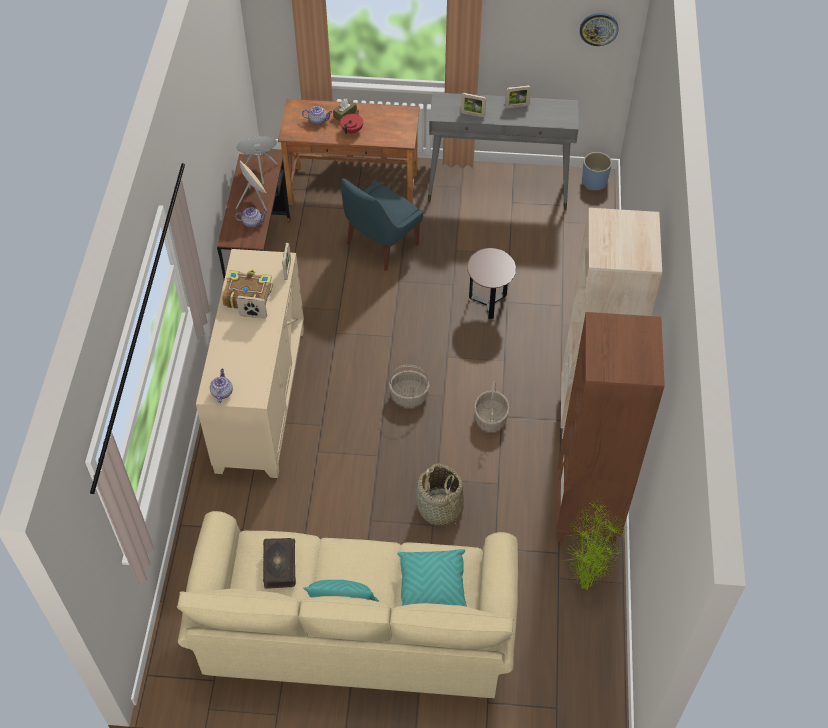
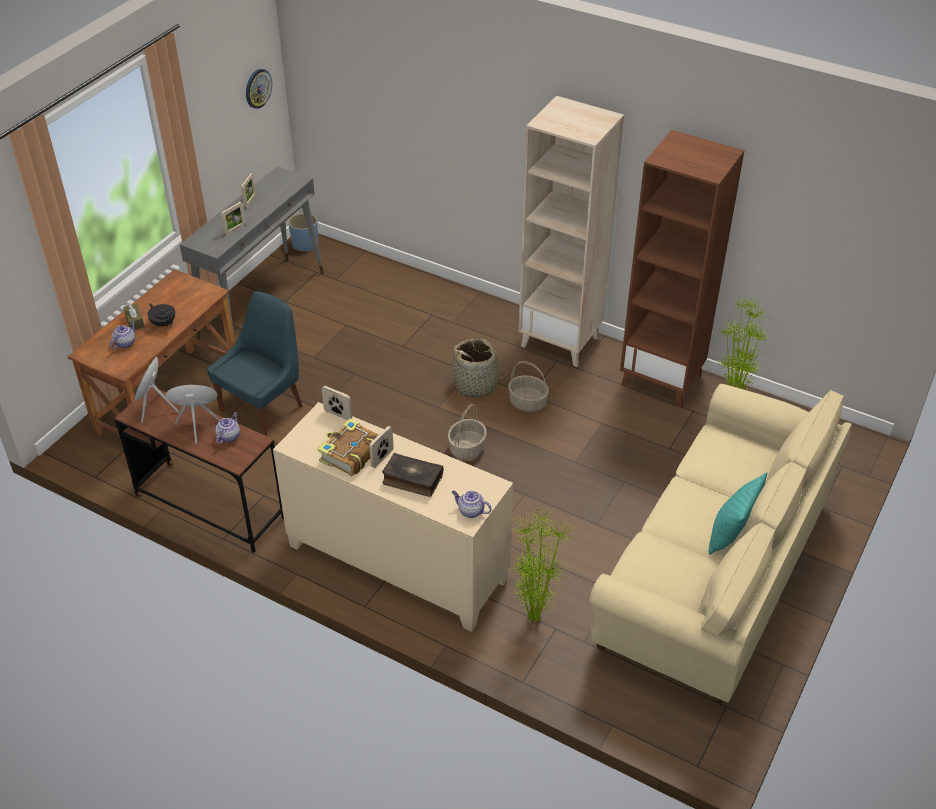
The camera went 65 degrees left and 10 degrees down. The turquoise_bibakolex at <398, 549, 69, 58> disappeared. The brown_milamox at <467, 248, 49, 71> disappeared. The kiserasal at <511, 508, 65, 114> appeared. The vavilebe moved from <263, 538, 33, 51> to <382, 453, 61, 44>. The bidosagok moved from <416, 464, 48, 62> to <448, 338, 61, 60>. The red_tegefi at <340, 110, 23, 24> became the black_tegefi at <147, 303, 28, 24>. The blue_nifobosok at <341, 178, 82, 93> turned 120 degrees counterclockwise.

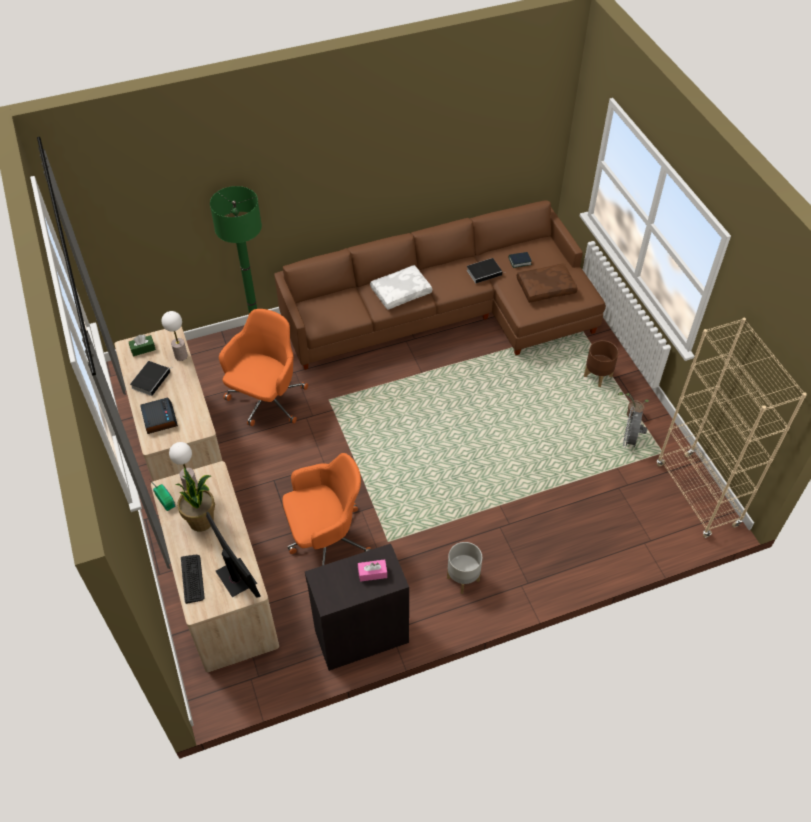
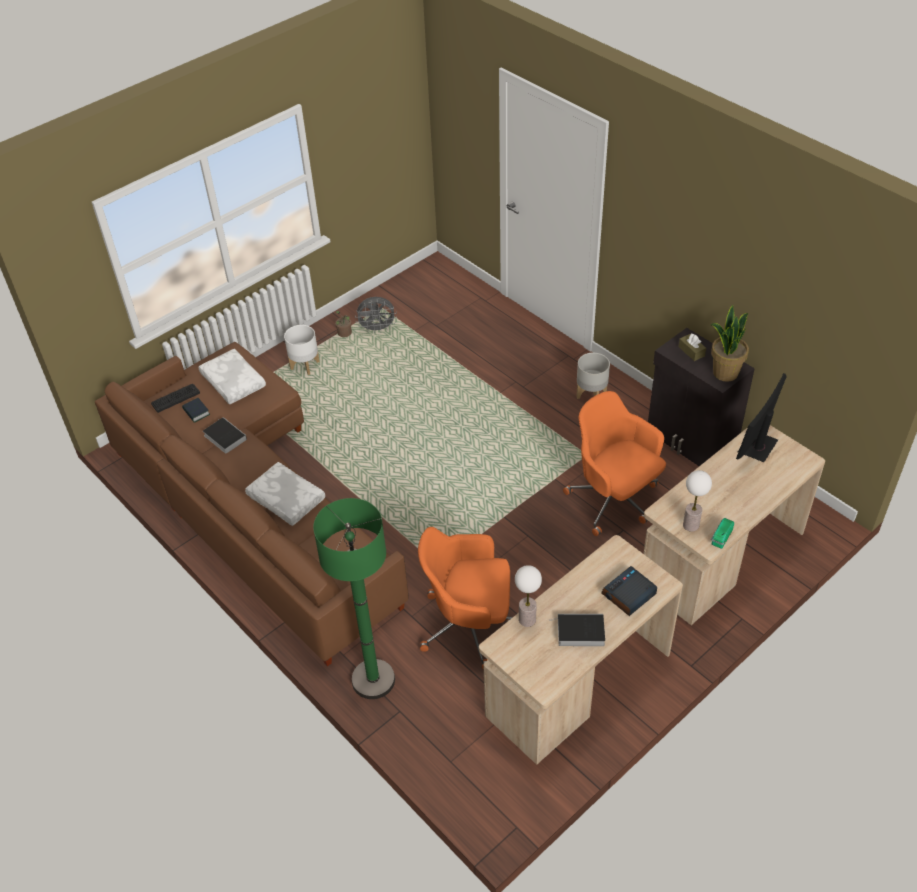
The camera went 110 degrees left and 5 degrees down. The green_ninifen at <129, 335, 27, 21> disappeared. The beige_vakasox at <657, 318, 150, 220> disappeared. The kiserasal moved from <176, 467, 39, 64> to <710, 305, 39, 77>. The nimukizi moved from <181, 555, 24, 49> to <151, 384, 49, 29>. The pink_ninifen at <358, 559, 29, 23> became the brown_ninifen at <678, 334, 28, 27>. The brown_bibakolex at <517, 263, 61, 40> became the white_bibakolex at <199, 349, 67, 56>. The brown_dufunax at <584, 340, 35, 47> became the white_dufunax at <284, 325, 36, 50>.

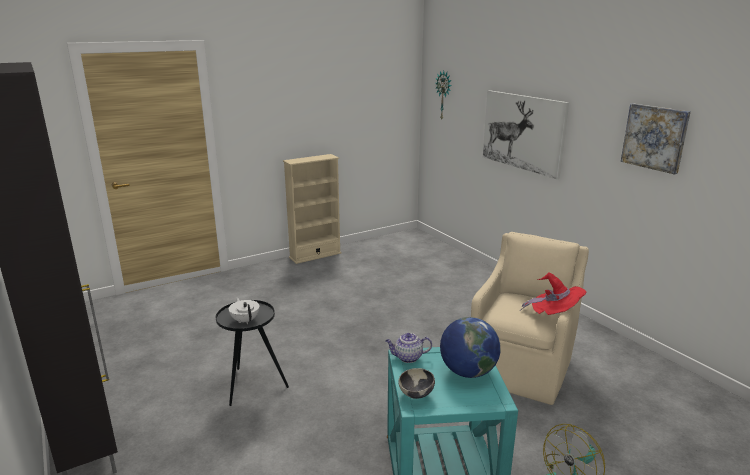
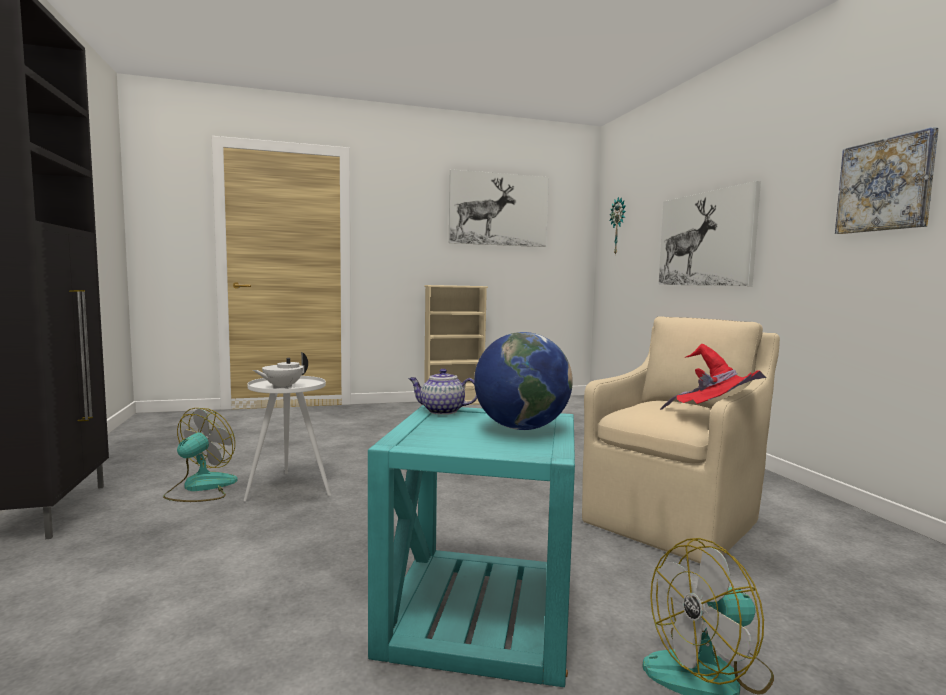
The camera went 15 degrees right and 15 degrees down. The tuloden at <398, 368, 37, 31> disappeared. The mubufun at <163, 408, 75, 94> appeared. The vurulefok at <449, 169, 100, 78> appeared. The black_milamox at <216, 300, 73, 106> became the white_milamox at <244, 376, 87, 125>. The white_tegefi at <229, 297, 31, 27> turned 120 degrees counterclockwise.

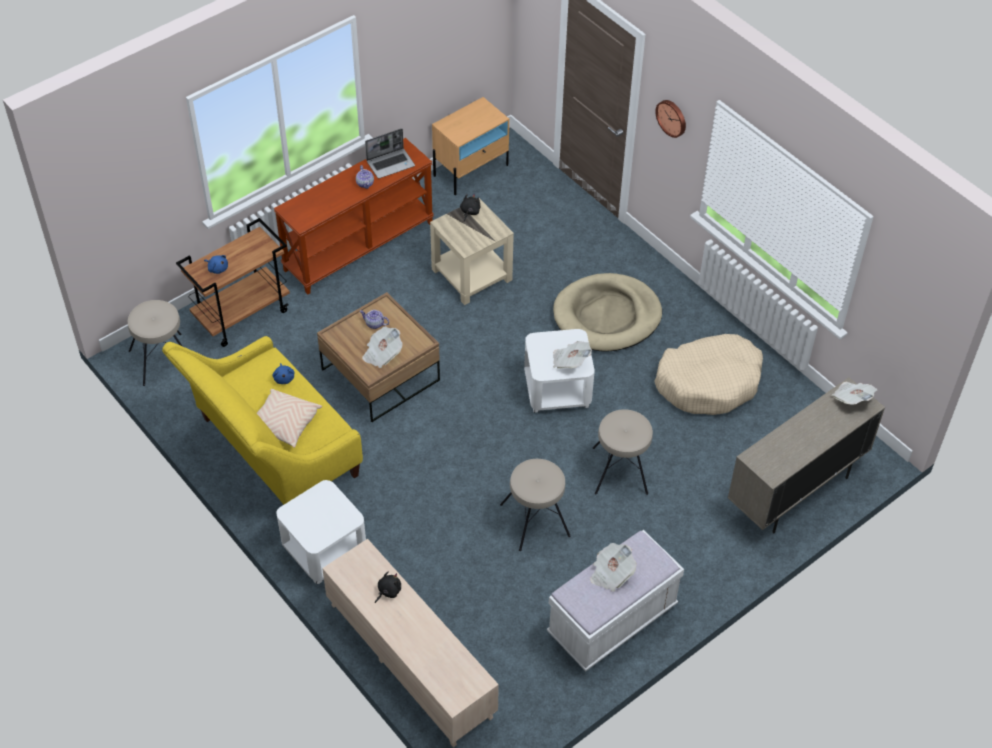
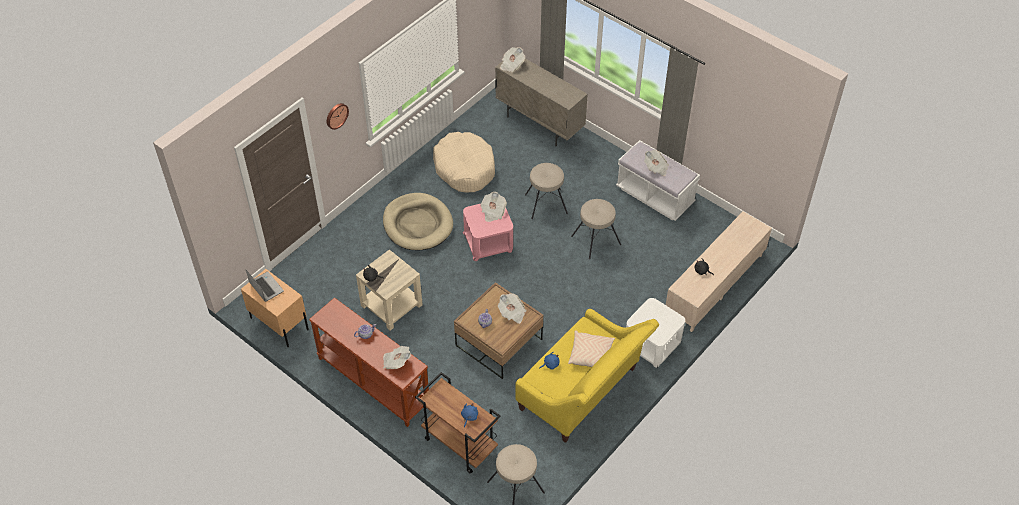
The camera went 100 degrees left and 0 degrees up. The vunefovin at <383, 346, 28, 23> appeared. The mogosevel moved from <365, 129, 50, 50> to <246, 270, 38, 32>. The white_milamox at <524, 329, 71, 84> became the pink_milamox at <463, 204, 50, 57>.

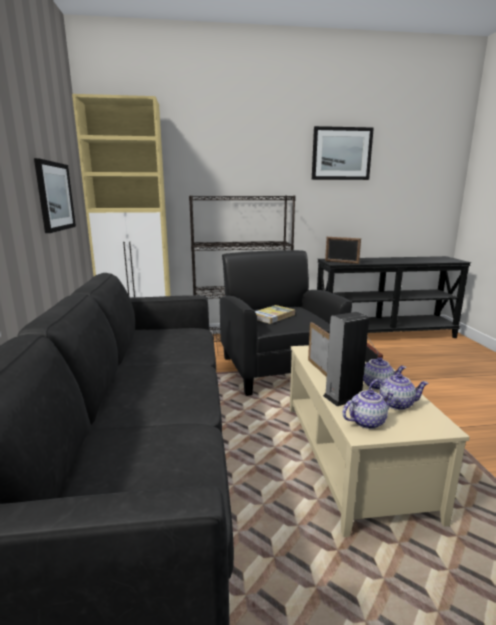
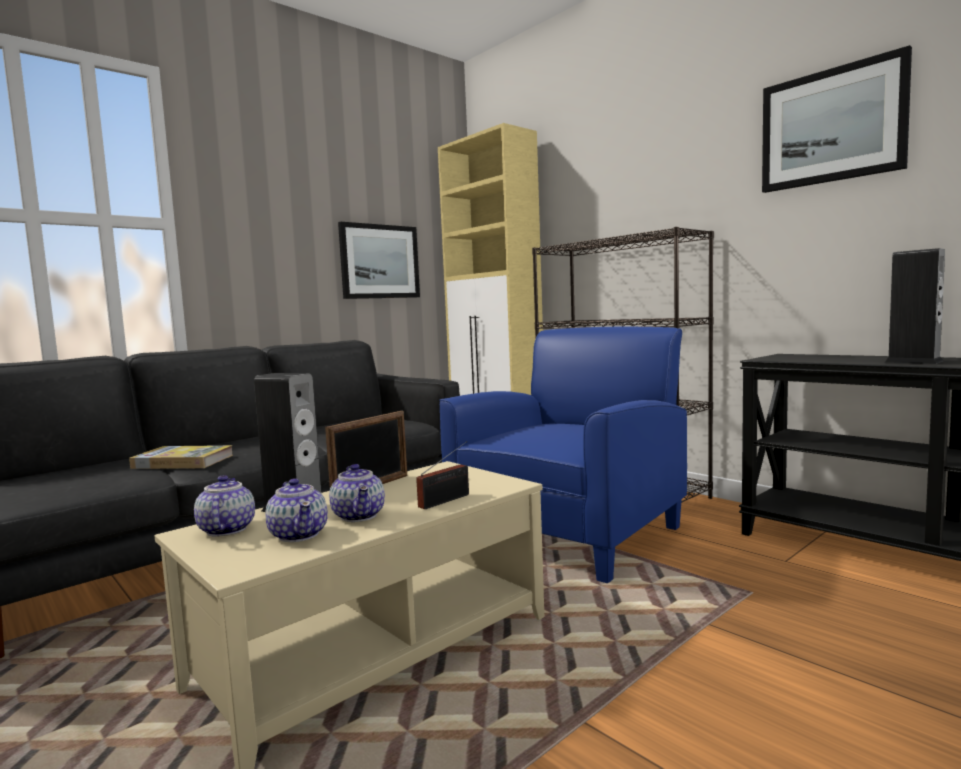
The camera went 55 degrees right and 10 degrees down. The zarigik at <325, 237, 36, 27> disappeared. The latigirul at <885, 248, 60, 116> appeared. The vavilebe moved from <255, 305, 40, 19> to <129, 445, 104, 24>. The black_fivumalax at <220, 250, 132, 146> became the blue_fivumalax at <439, 327, 248, 256>. The tegefi at <343, 389, 52, 40> turned 135 degrees counterclockwise.

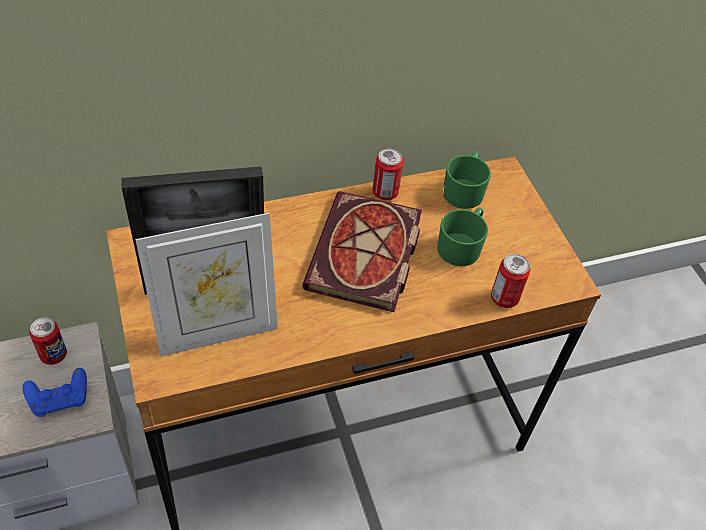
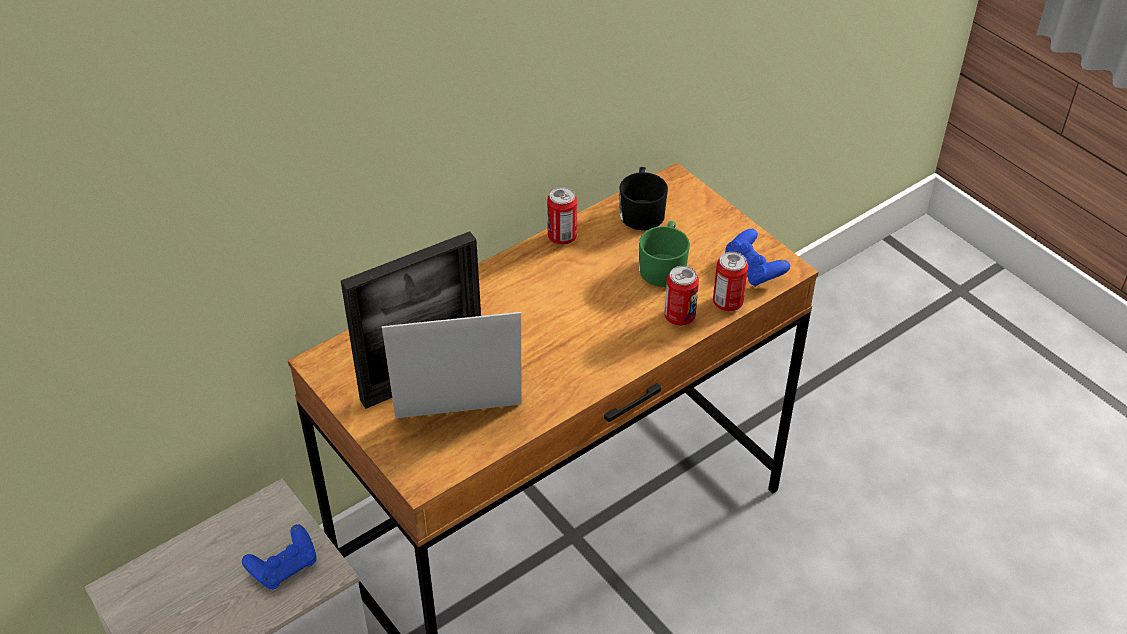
The camera went 15 degrees left and 5 degrees down. The vavilebe at <302, 191, 120, 121> disappeared. The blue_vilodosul at <725, 229, 65, 58> appeared. The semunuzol moved from <29, 318, 38, 47> to <664, 266, 35, 60>. The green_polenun at <443, 151, 48, 58> became the black_polenun at <619, 167, 49, 63>. The zarigik at <135, 213, 143, 143> turned 150 degrees counterclockwise.

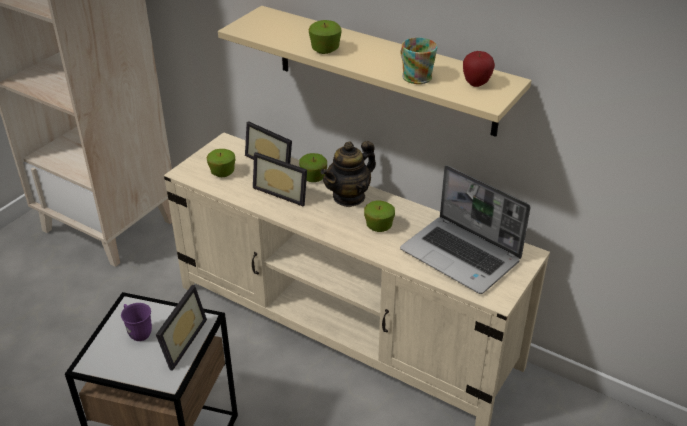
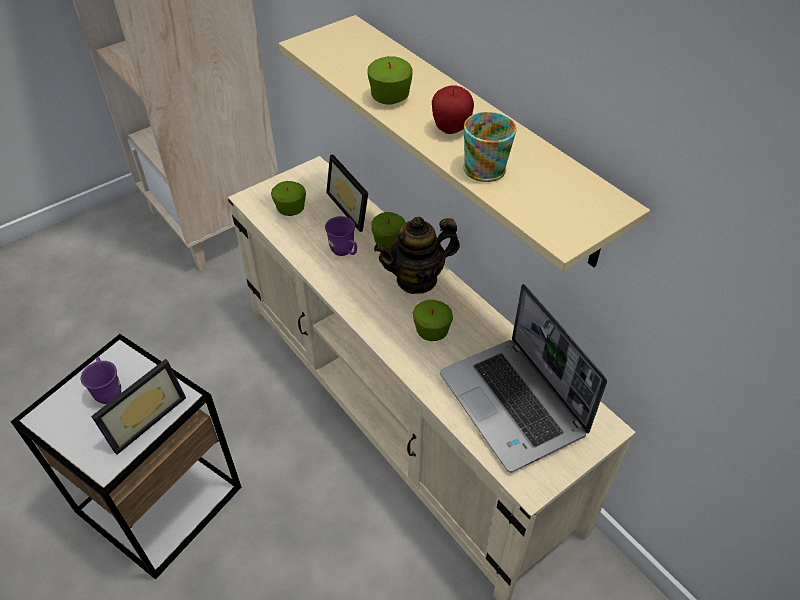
The camera went 20 degrees right and 10 degrees up. The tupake moved from <463, 51, 32, 36> to <432, 86, 42, 48>. The zarigik at <253, 152, 54, 54> was replaced by the purple_polenun at <325, 216, 32, 40>.

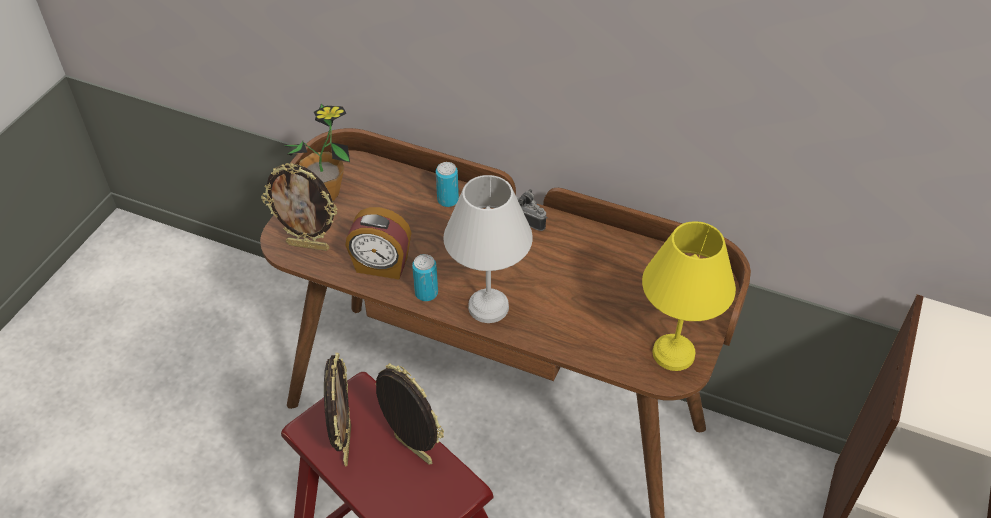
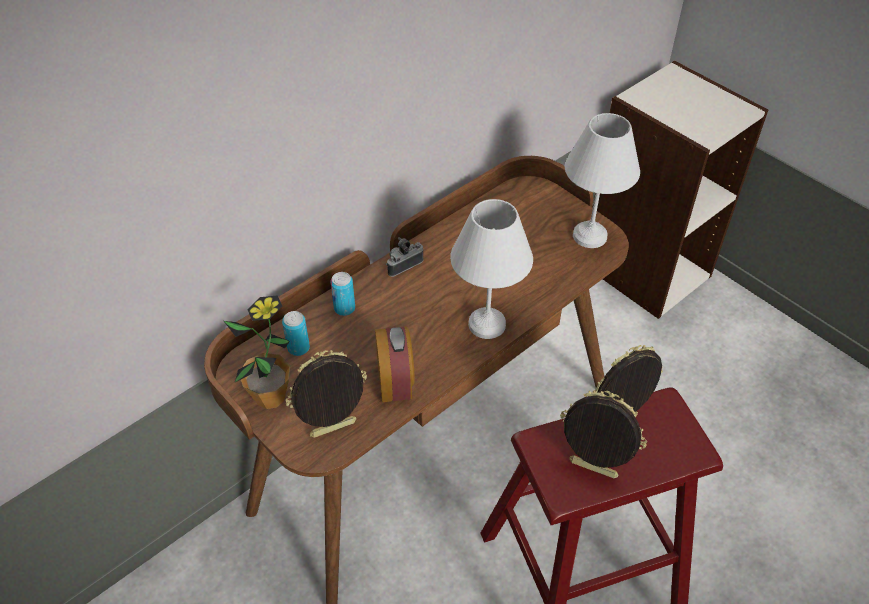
The camera went 65 degrees left and 0 degrees up. The semunuzol moved from <412, 254, 26, 47> to <282, 311, 28, 45>. The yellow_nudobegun at <642, 221, 94, 150> became the white_nudobegun at <565, 113, 75, 135>. The zarigik at <261, 163, 76, 88> turned 150 degrees counterclockwise. The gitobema at <345, 207, 66, 73> turned 45 degrees counterclockwise.

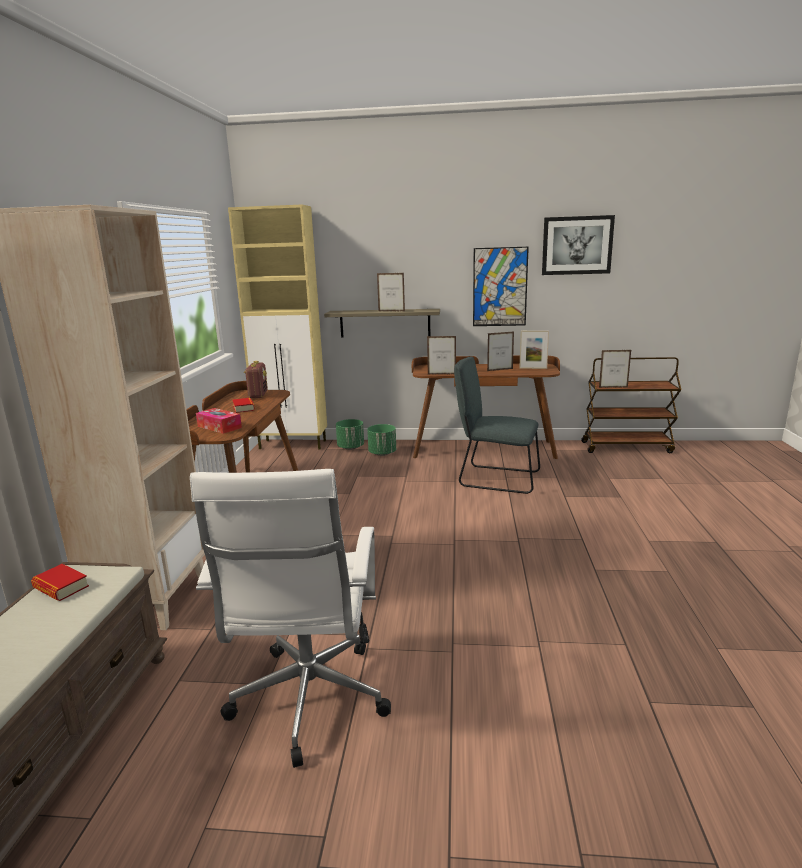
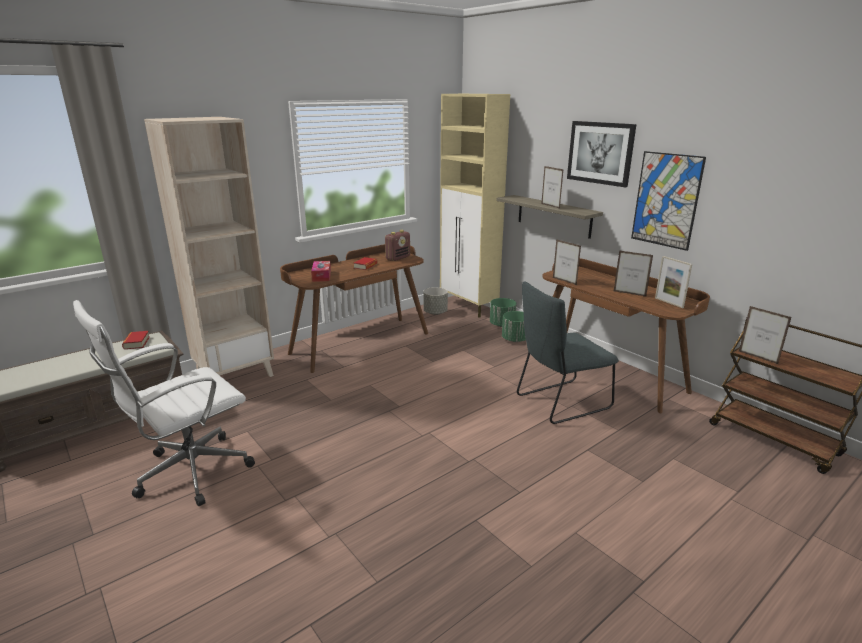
The camera went 45 degrees right and 5 degrees up. The grey_dufunax at <423, 287, 25, 28> appeared. The vurulefok moved from <542, 215, 73, 60> to <567, 121, 69, 66>. The grey_nifobosok at <454, 356, 86, 138> turned 90 degrees counterclockwise.

